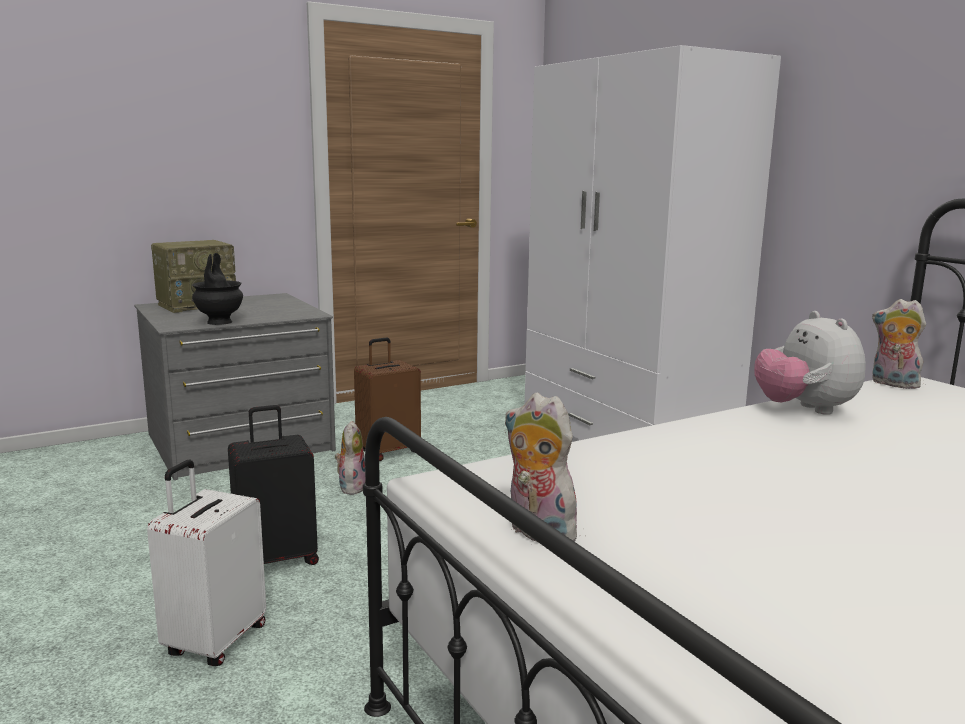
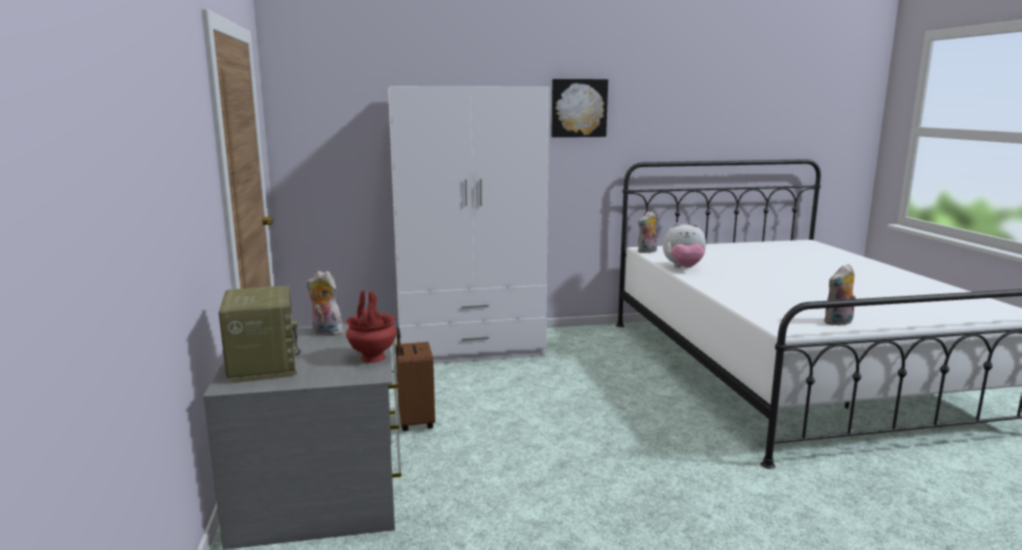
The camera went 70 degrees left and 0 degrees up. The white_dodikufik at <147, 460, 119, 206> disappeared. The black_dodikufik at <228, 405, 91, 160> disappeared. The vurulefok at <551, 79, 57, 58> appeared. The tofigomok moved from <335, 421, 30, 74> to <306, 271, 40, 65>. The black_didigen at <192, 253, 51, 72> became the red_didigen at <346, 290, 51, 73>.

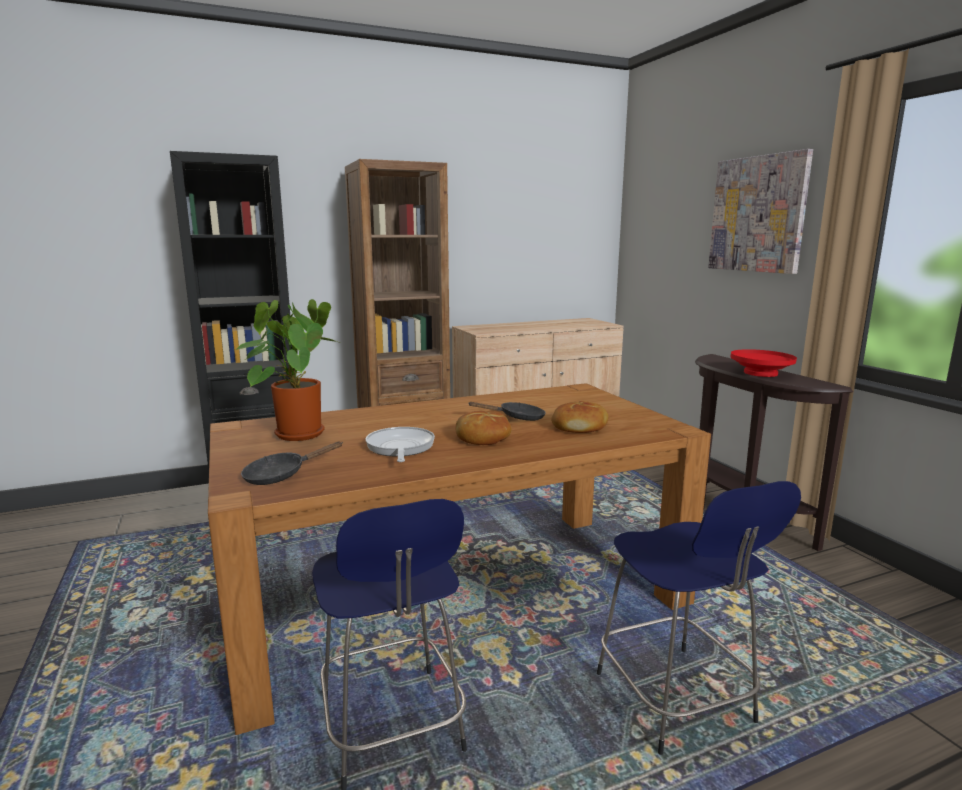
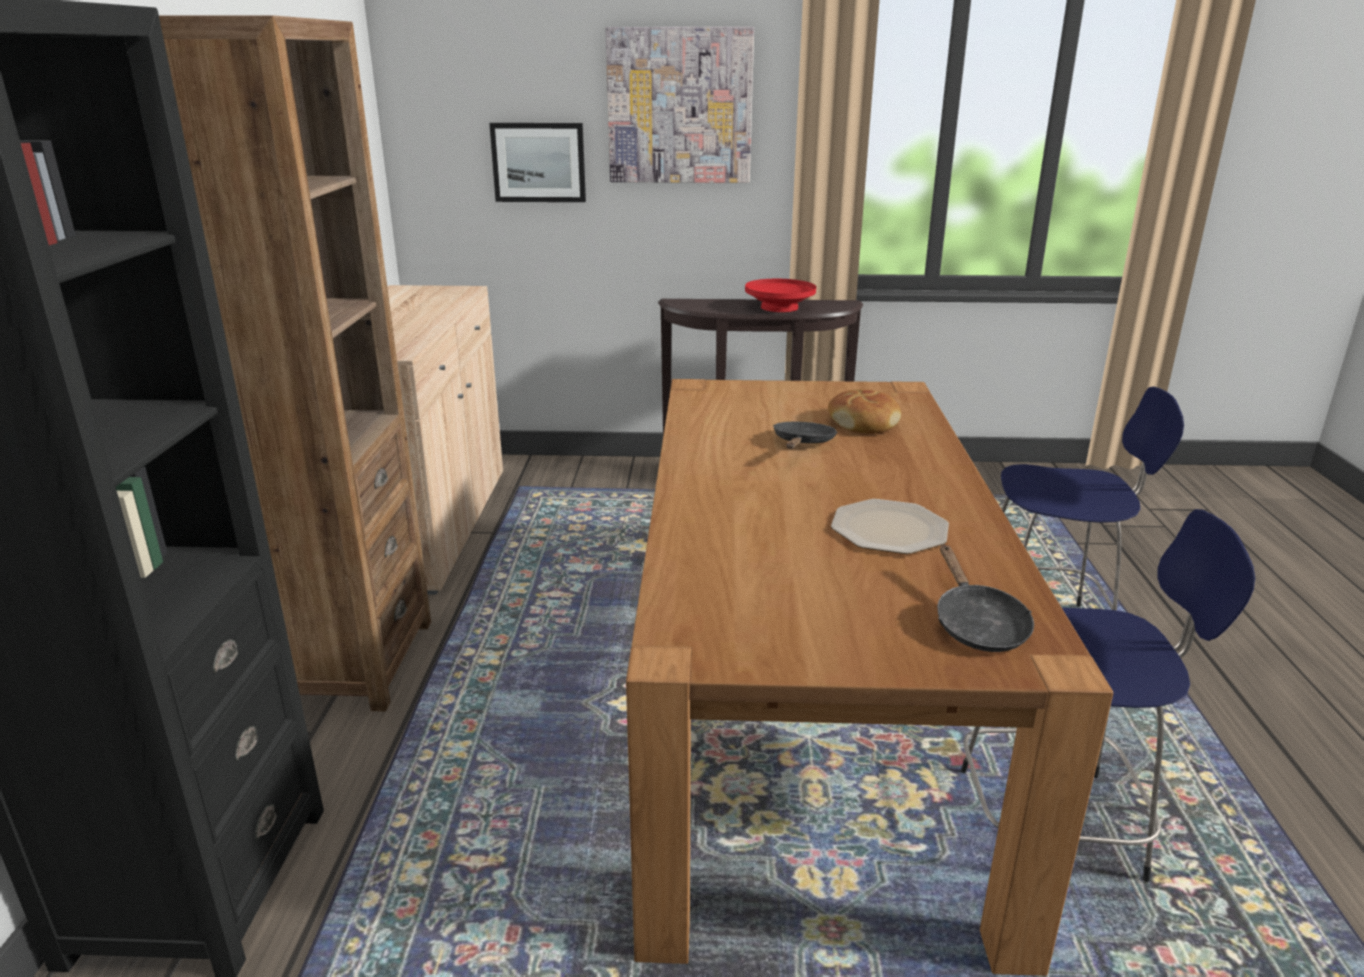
The camera went 65 degrees left and 10 degrees up. The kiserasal at <235, 299, 107, 142> disappeared. The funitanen at <456, 411, 56, 34> disappeared. The vurulefok at <489, 123, 97, 79> appeared. The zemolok at <365, 427, 70, 35> was replaced by the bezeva at <831, 499, 118, 55>.

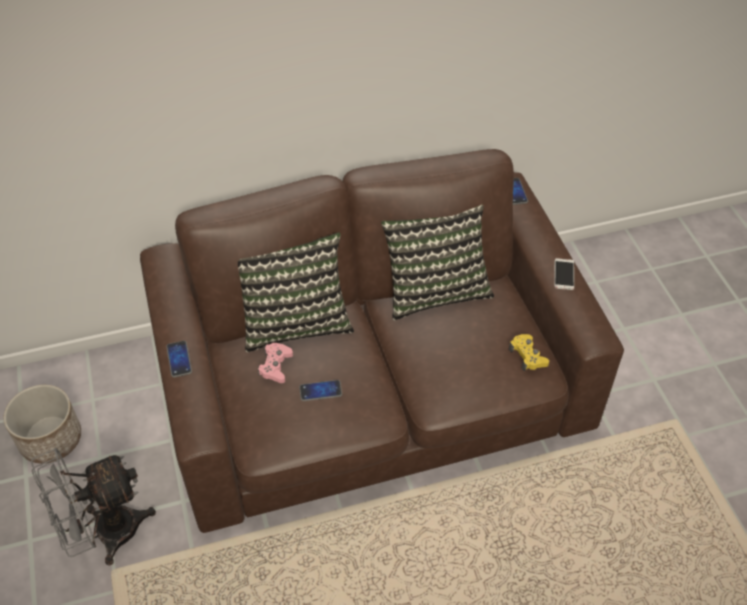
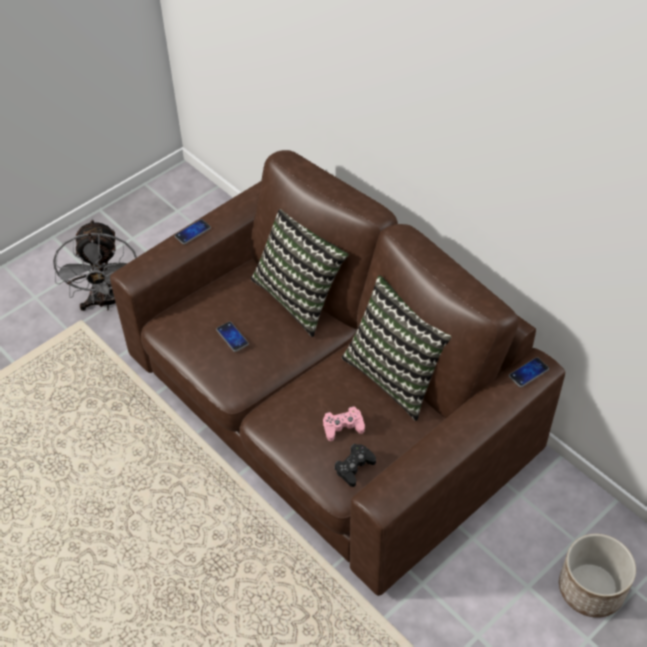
The camera went 65 degrees right and 0 degrees up. The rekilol at <554, 258, 20, 32> disappeared. The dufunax moved from <3, 385, 78, 79> to <559, 534, 77, 84>. The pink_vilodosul moved from <258, 343, 35, 40> to <323, 406, 42, 35>. The yellow_vilodosul at <509, 334, 40, 37> became the black_vilodosul at <334, 444, 42, 43>. The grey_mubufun at <31, 448, 125, 118> turned 135 degrees counterclockwise.

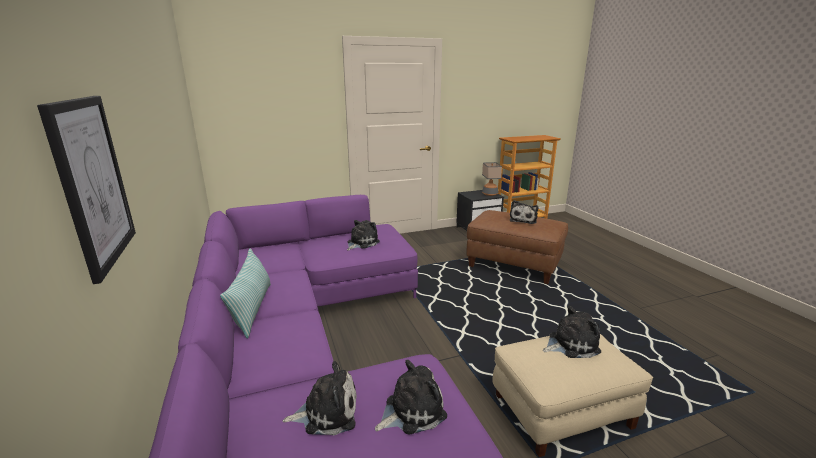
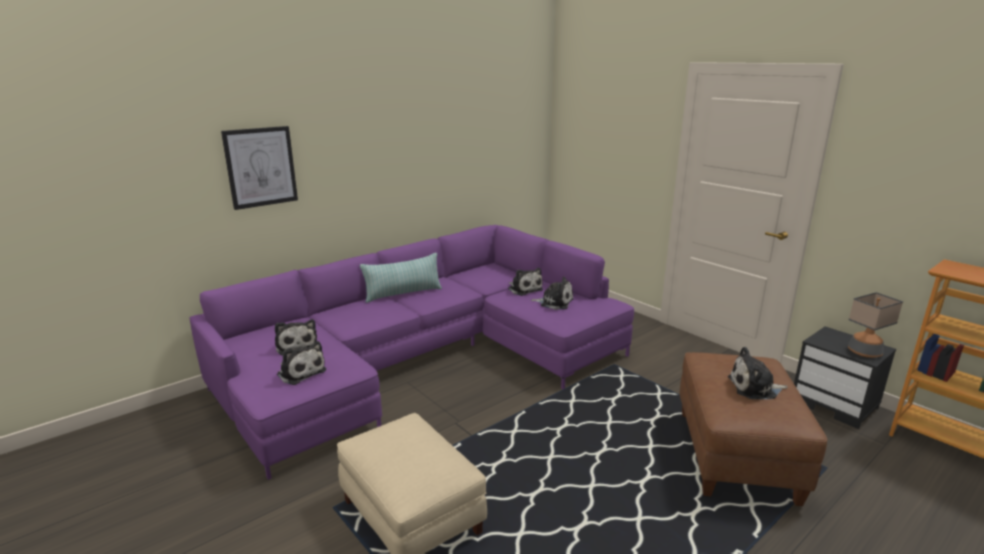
The camera went 70 degrees right and 0 degrees up. The tofigomok moved from <543, 306, 58, 52> to <508, 268, 35, 28>.

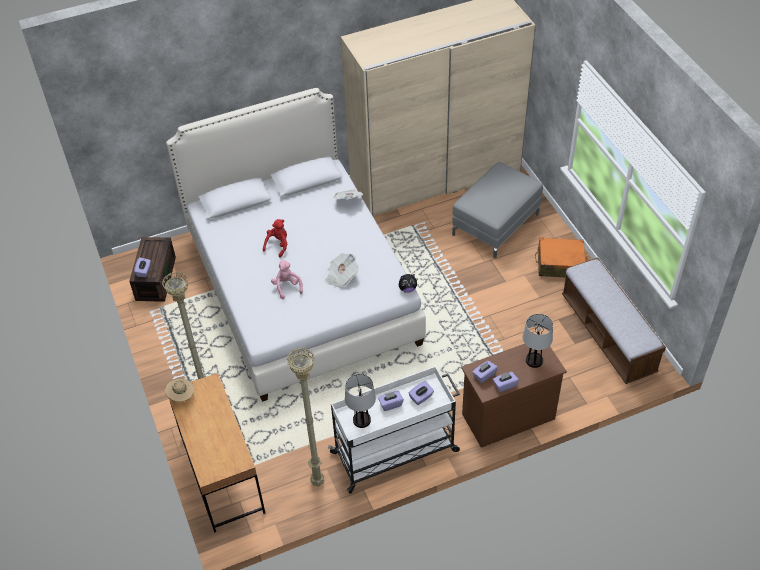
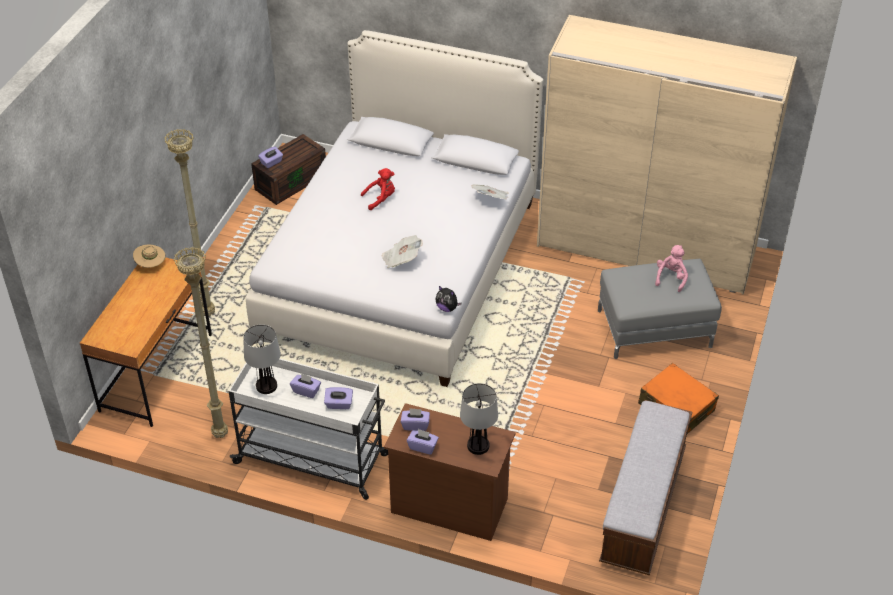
The camera went 40 degrees right and 5 degrees down. The pink_tofigomok moved from <271, 260, 32, 40> to <655, 245, 33, 47>.

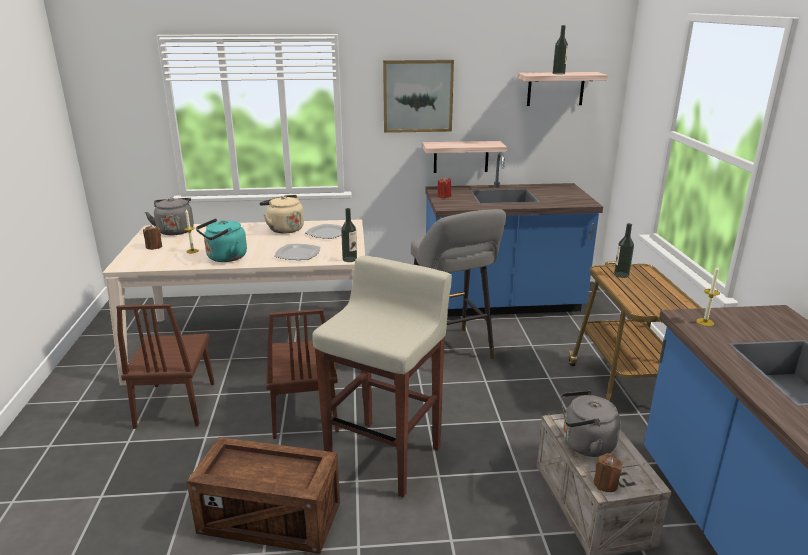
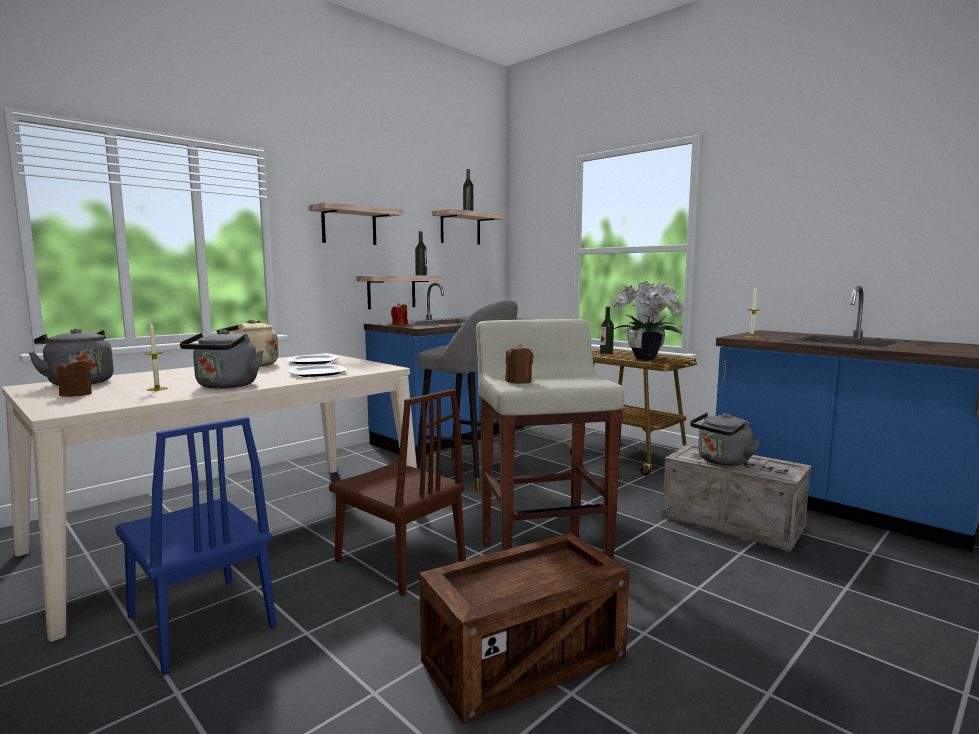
The camera went 40 degrees left and 15 degrees down. The kiserasal at <611, 281, 74, 79> appeared. The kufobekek moved from <341, 208, 16, 54> to <415, 231, 12, 44>. The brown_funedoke moved from <594, 453, 28, 39> to <505, 344, 28, 40>. The vurulefok at <383, 60, 71, 73> was replaced by the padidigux at <309, 202, 94, 43>. The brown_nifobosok at <116, 304, 99, 125> became the blue_nifobosok at <115, 417, 162, 259>. The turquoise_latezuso at <196, 218, 51, 44> became the grey_latezuso at <180, 330, 83, 59>.

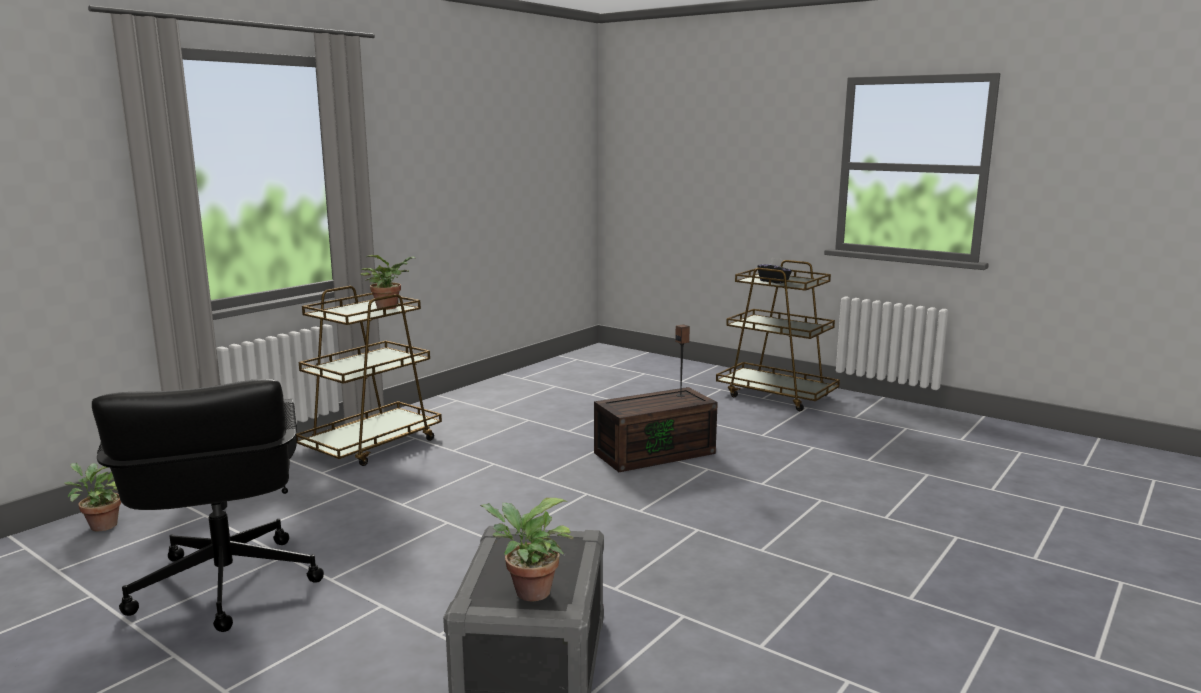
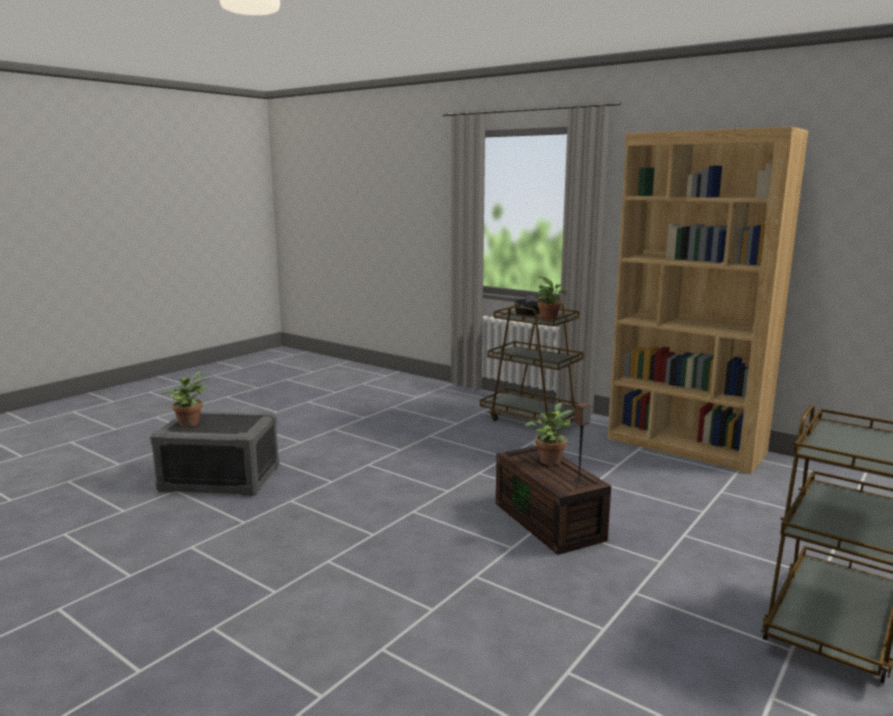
The camera went 90 degrees right and 0 degrees up. The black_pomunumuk at <92, 379, 232, 253> disappeared. The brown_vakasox at <607, 127, 201, 347> appeared. The kiserasal moved from <64, 463, 57, 68> to <524, 403, 49, 62>. The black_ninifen moved from <758, 258, 34, 26> to <514, 295, 26, 21>.

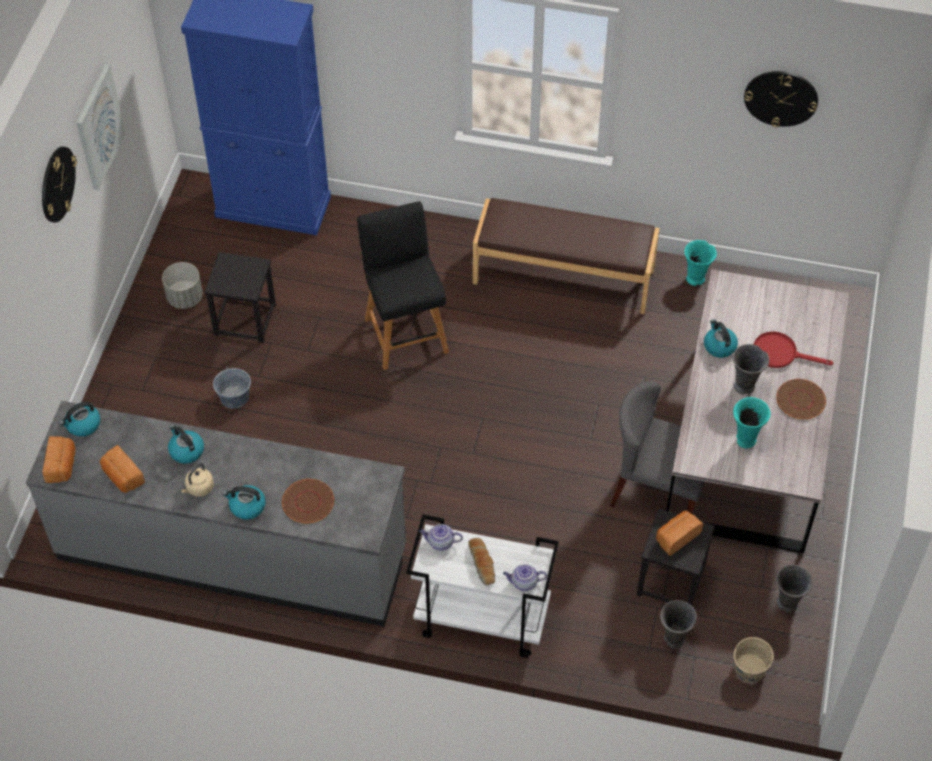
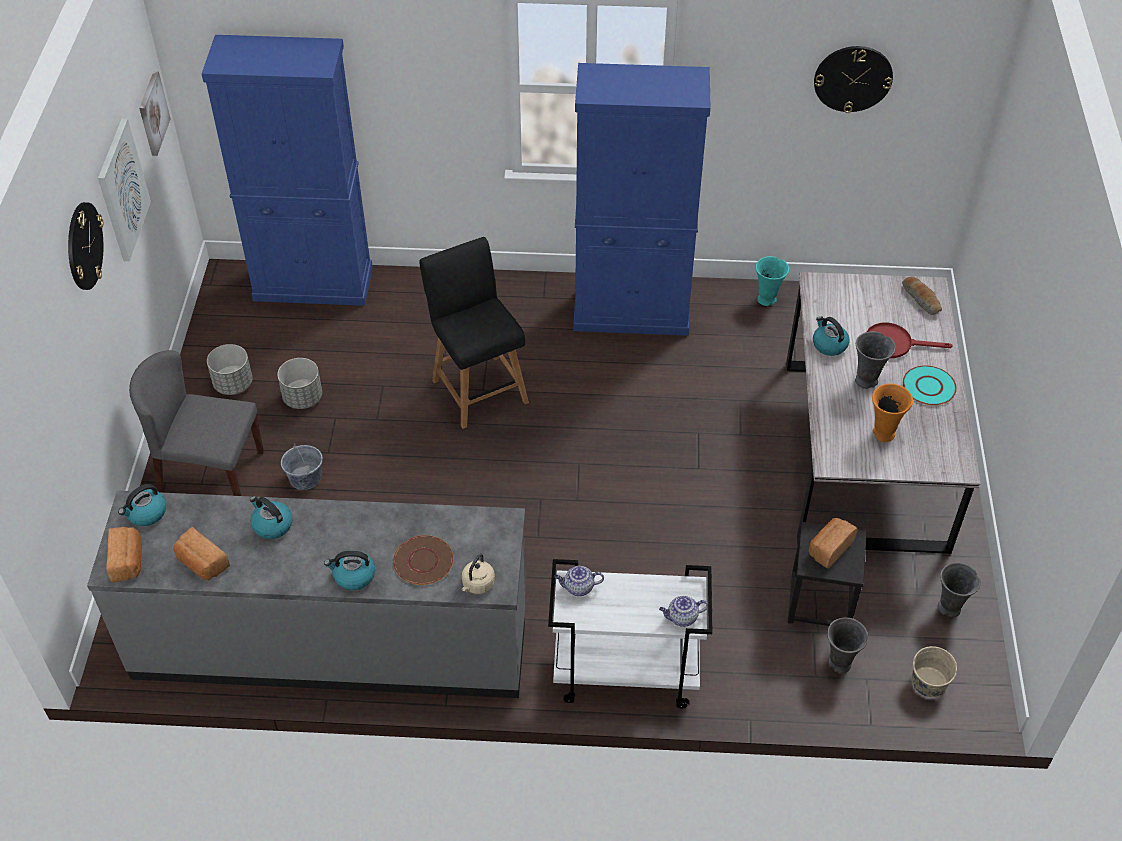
The camera went 10 degrees left and 5 degrees down. The vurulefok at <139, 71, 32, 85> appeared. The beige_latezuso moved from <181, 463, 33, 34> to <461, 554, 34, 40>. The funitanen moved from <468, 538, 27, 48> to <902, 276, 40, 39>. The grey_nifobosok moved from <610, 381, 95, 133> to <129, 350, 135, 146>. The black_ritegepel at <205, 252, 71, 91> was replaced by the grey_dufunax at <277, 358, 45, 51>. The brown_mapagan at <473, 198, 187, 116> was replaced by the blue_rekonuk at <573, 63, 137, 273>. The turquoise_didigen at <733, 397, 38, 51> became the orange_didigen at <872, 383, 41, 59>. The brown_bezeva at <776, 379, 50, 40> became the turquoise_bezeva at <903, 365, 54, 40>.

